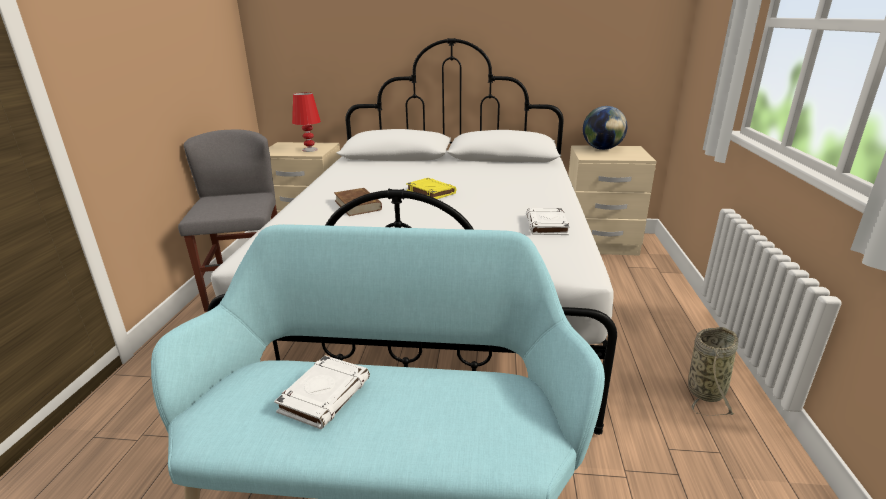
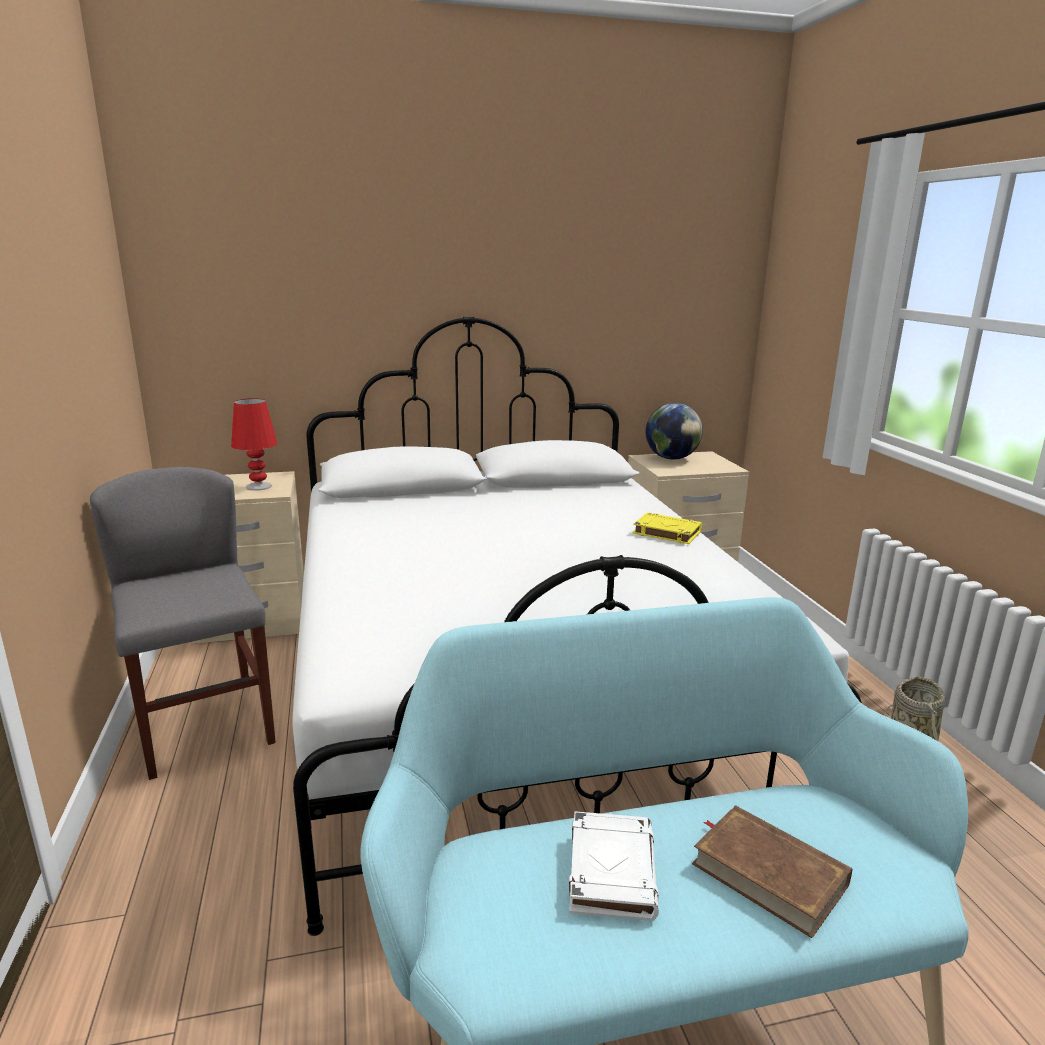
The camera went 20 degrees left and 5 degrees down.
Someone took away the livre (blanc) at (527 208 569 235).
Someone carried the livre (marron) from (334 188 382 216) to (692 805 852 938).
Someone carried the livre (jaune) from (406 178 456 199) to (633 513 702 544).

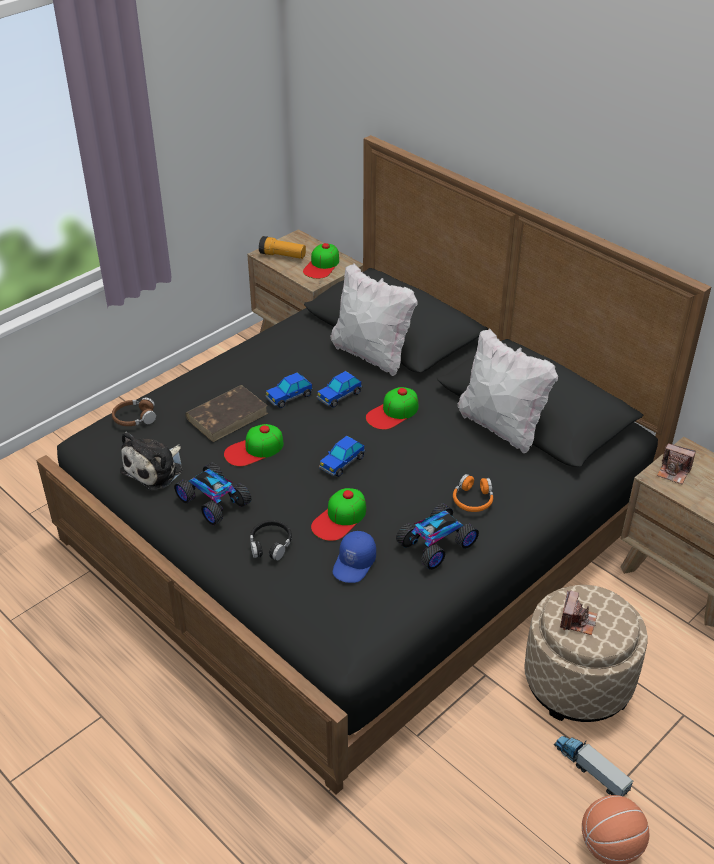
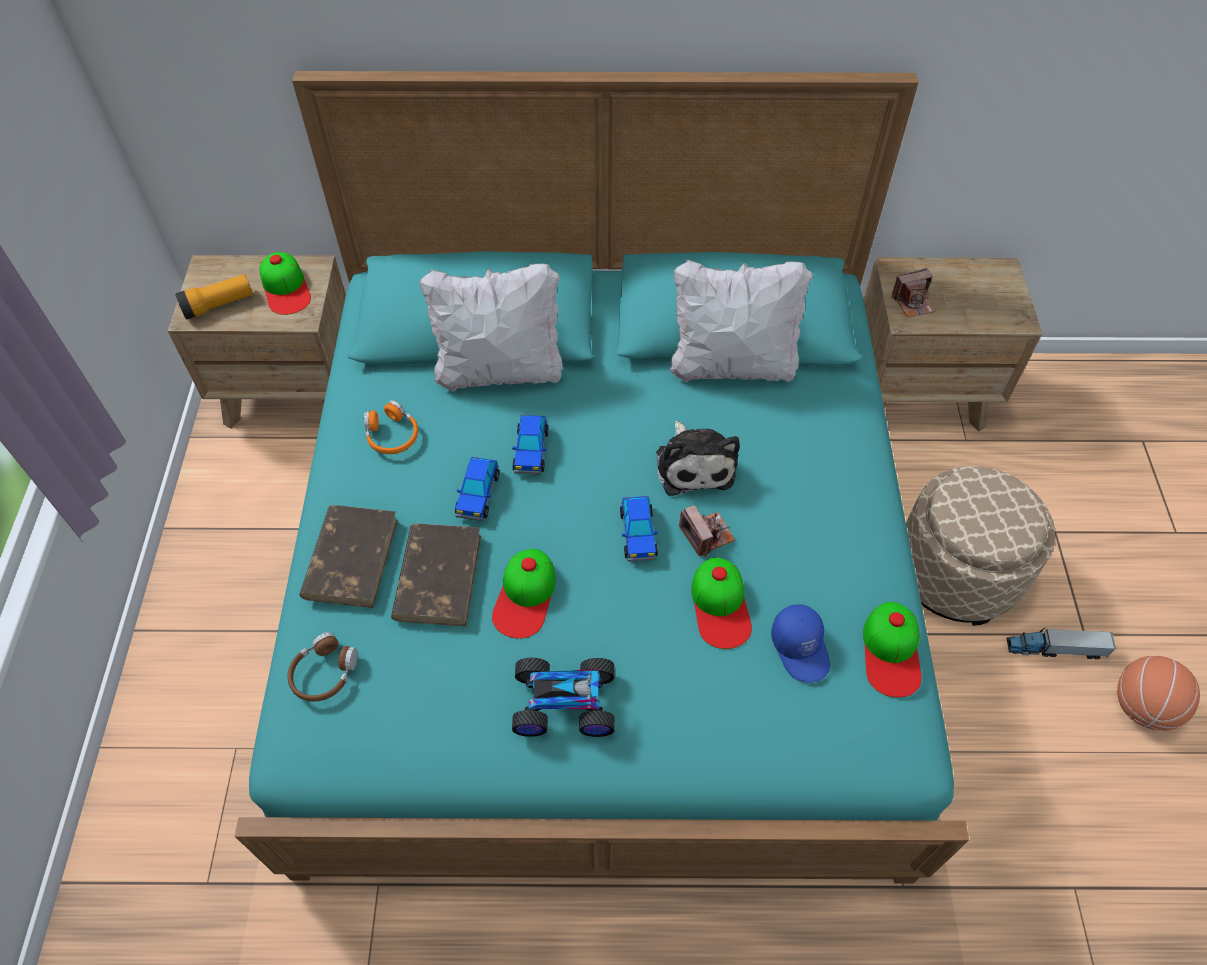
The camera went 45 degrees left and 15 degrees up.
Someone took away the casque audio (noir) at (250 520 292 561).
Someone took away the petite voiture at (396 503 479 570).
Someone put down the livre (marron) at (299 505 398 608).
Someone carried the peluche from (120 431 183 490) to (656 421 740 496).
Someone carried the casquette from (366 387 418 430) to (863 602 922 698).
Someone carried the casque audio (orange) from (453 474 493 512) to (364 400 418 454).
Someone carried the appareil photo from (560 590 597 635) to (679 505 735 557).
Someone repainted the lit (noir) at (36 135 711 794), which became the lit (turquoise) at (235 71 969 884).

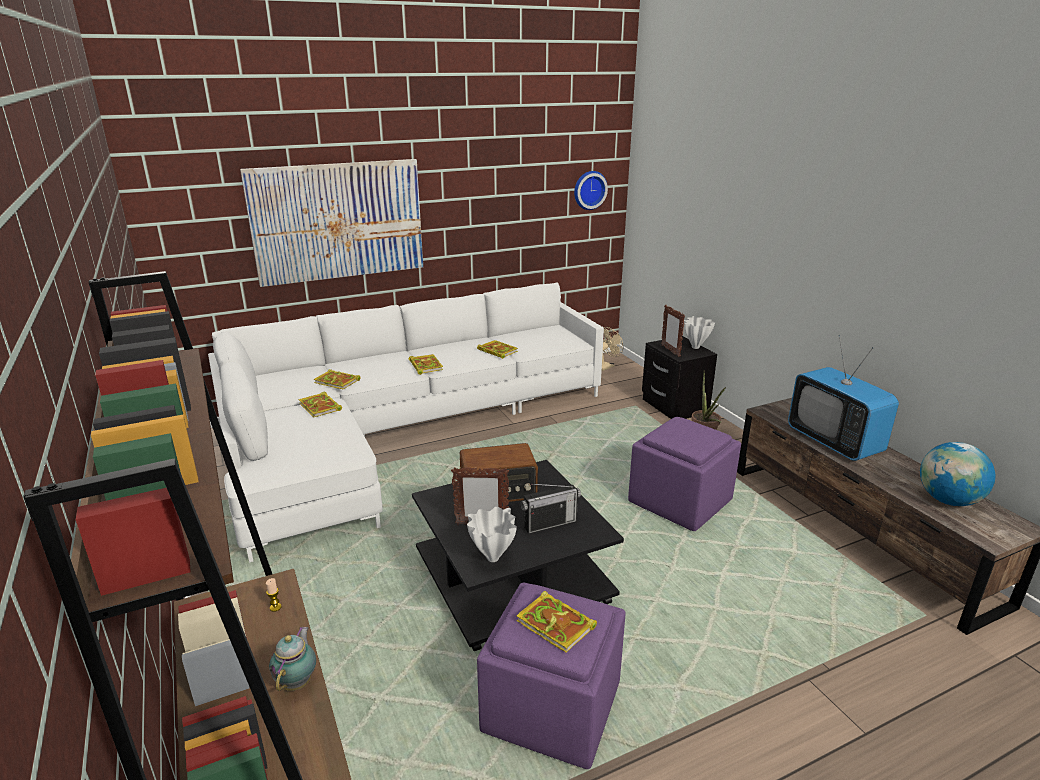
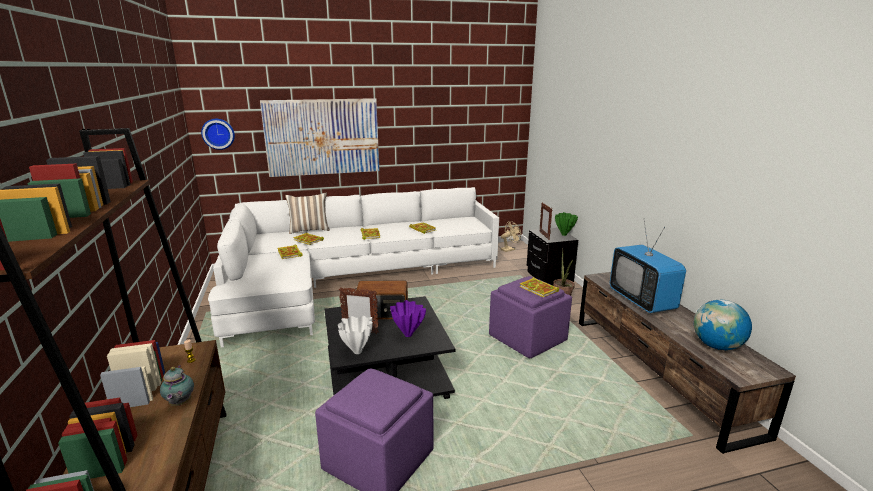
The camera went 10 degrees right and 5 degrees down.
Someone put down the coussin at (285 193 330 234).
Someone carried the livre from (516 591 597 653) to (519 277 559 297).
Someone carried the horloge murale from (574 171 608 210) to (201 119 235 150).
Someone swapped the radio at (521 484 581 534) for the vase (violet) at (390 300 426 337).
Someone repainted the vase (blanc) at (684 316 715 349), which became the vase (vert) at (555 212 578 236).
Someone rotated the théière at (269 627 316 691) by 150 degrees clockwise.

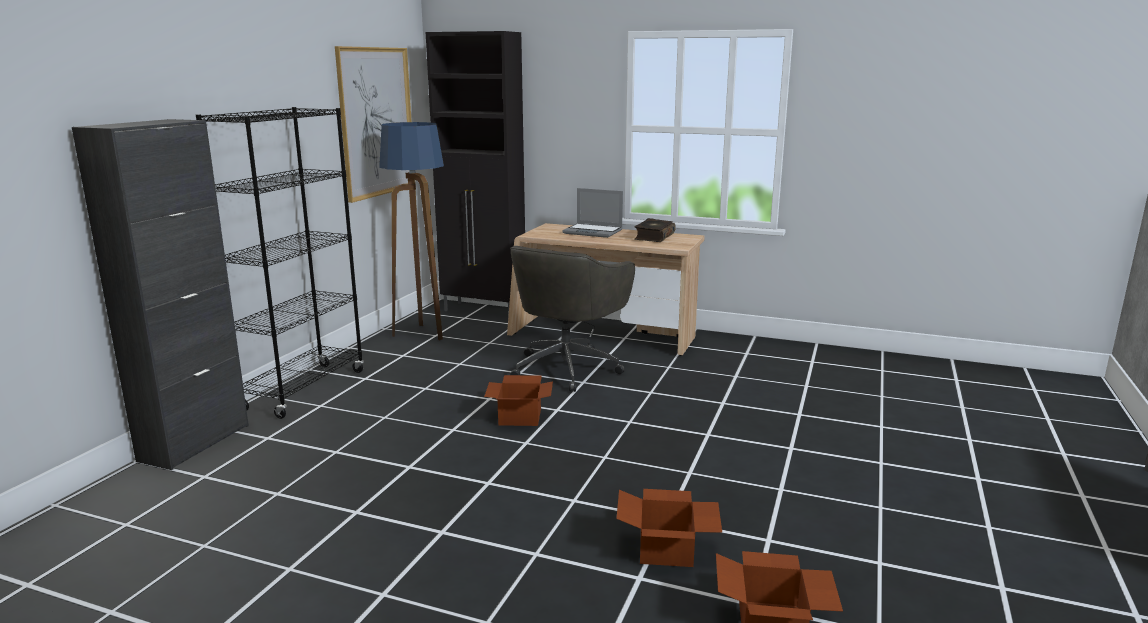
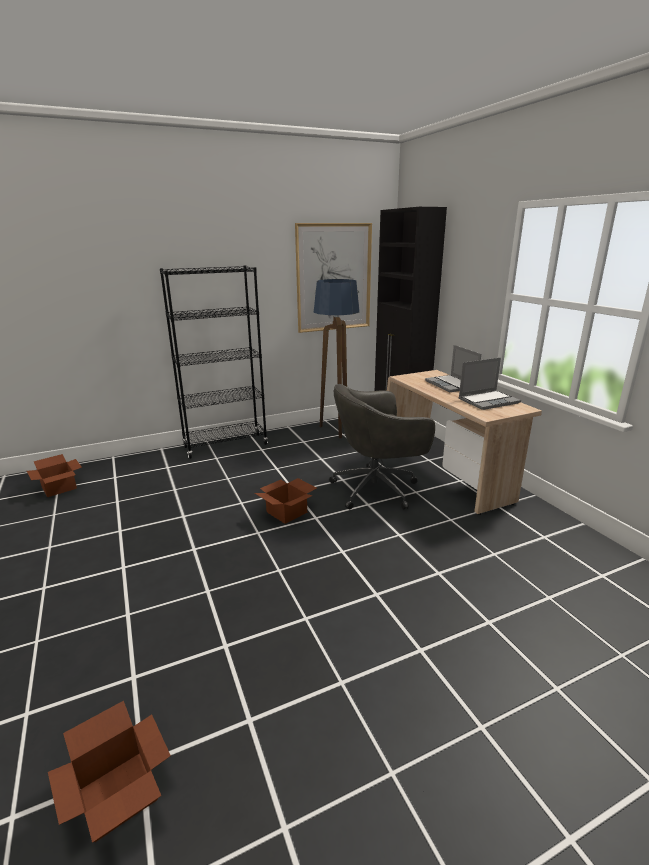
The camera went 45 degrees right and 5 degrees up.
Someone took away the meuble de rangement (noir) at (72 119 249 470).
Someone carried the carton from (616 489 722 567) to (27 454 82 497).
Someone swapped the livre at (634 218 676 242) for the ordinateur portable at (458 357 521 410).

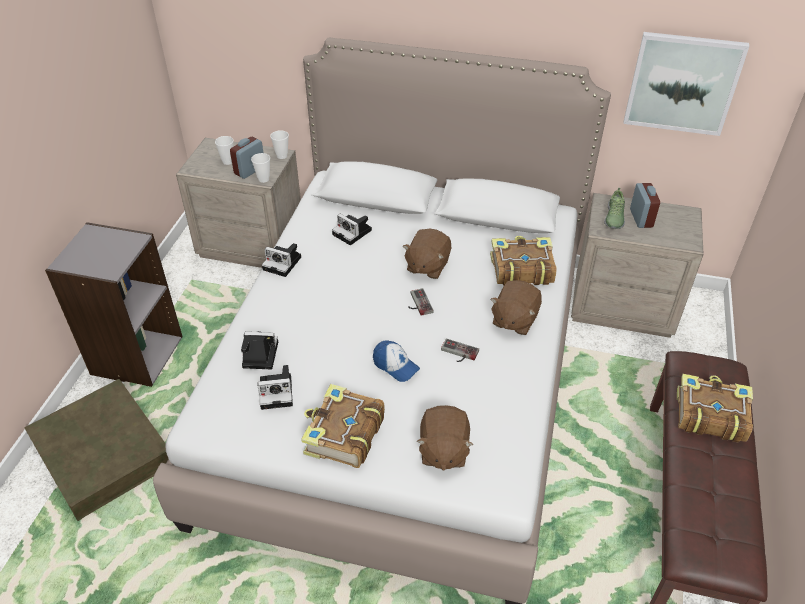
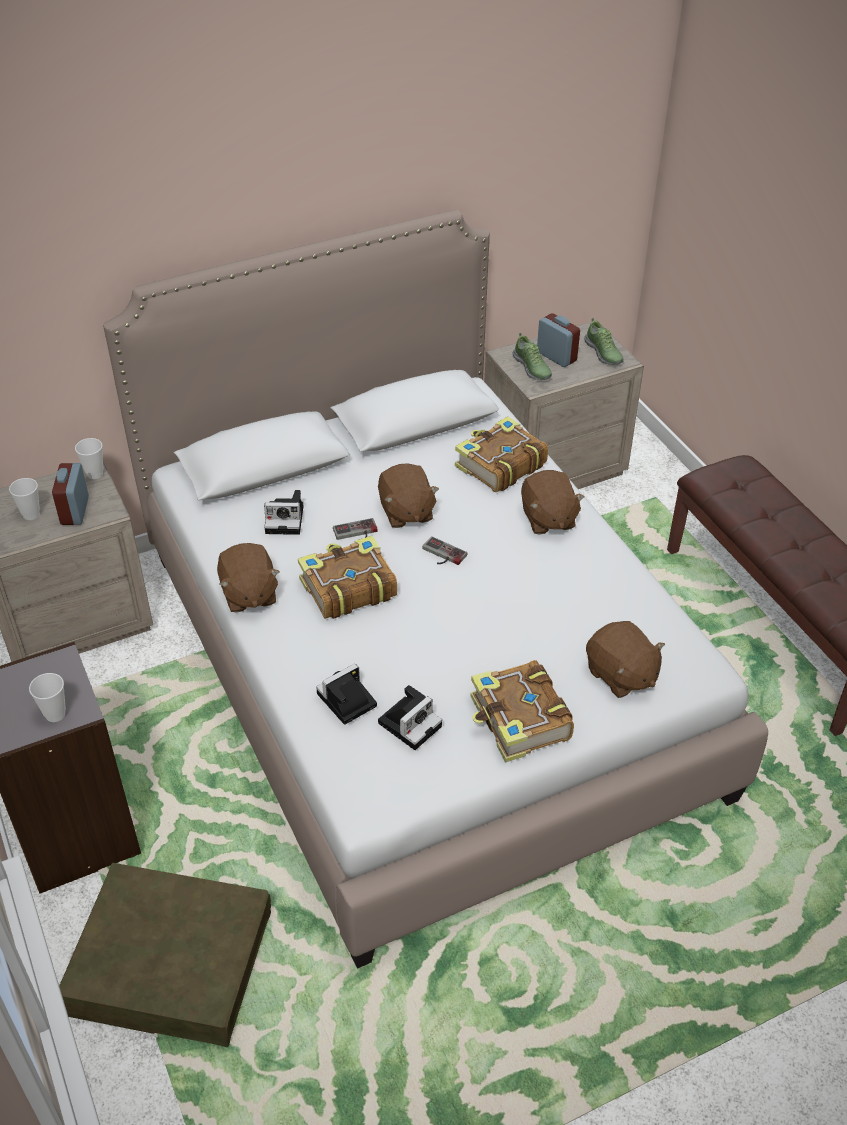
The camera went 40 degrees left and 0 degrees up.
Someone took away the casquette at (373 340 420 382).
Someone took away the tableau at (623 32 749 136).
Someone put down the chaussure at (584 318 624 365).
Someone carried the tasse from (251 153 270 183) to (29 673 66 722).
Someone carried the manette from (441 339 479 362) to (333 518 378 540).
Someone carried the livre from (677 374 753 443) to (298 535 397 619).
Someone swapped the appareil photo at (262 243 301 277) for the peluche (marron) at (217 543 279 613).

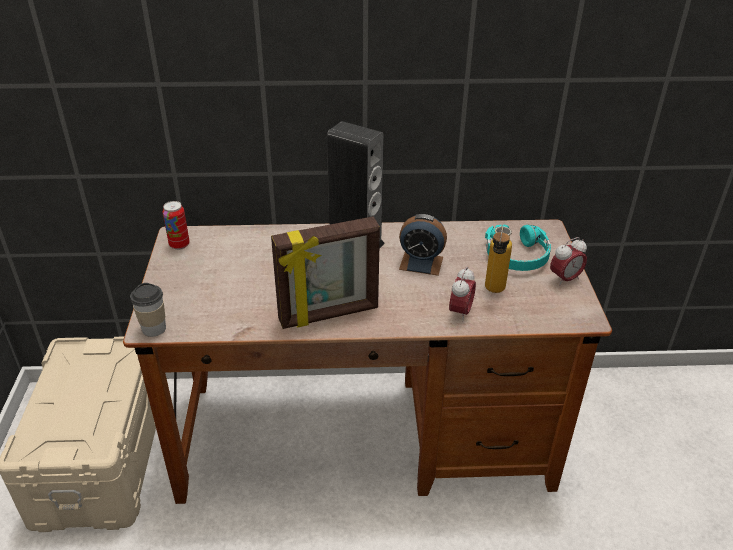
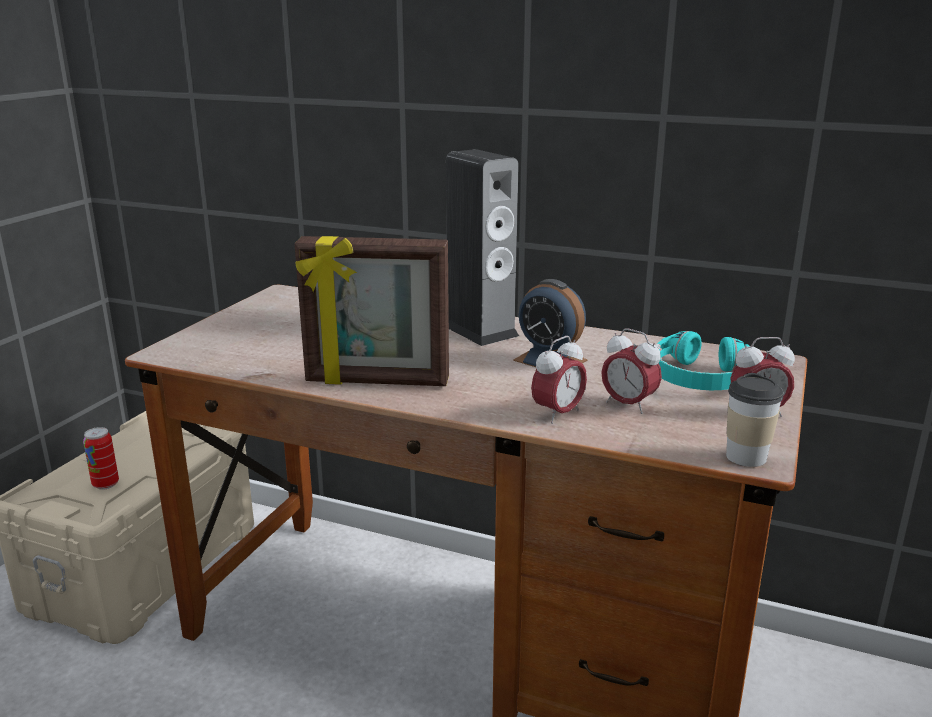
The camera went 25 degrees right and 15 degrees down.
Someone carried the tasse from (130 283 166 337) to (726 373 783 467).
Someone carried the boîte métallique from (163 201 190 250) to (83 427 119 490).
Someone swapped the bouteille at (485 226 512 293) for the réveil at (601 328 662 414).

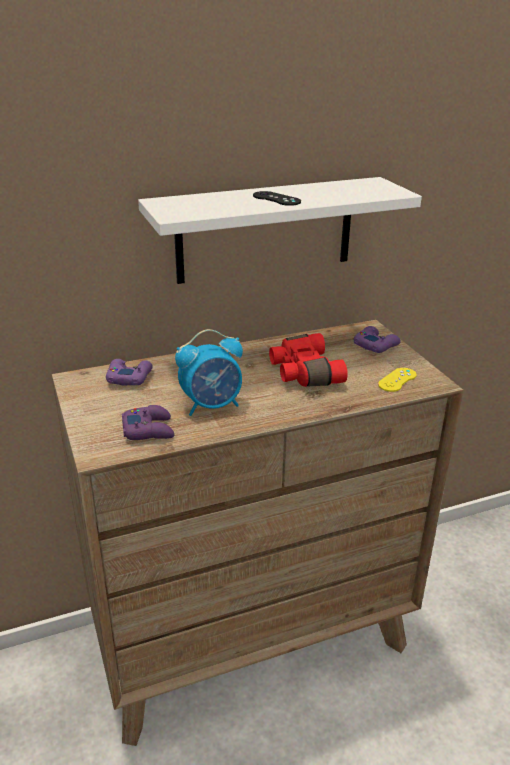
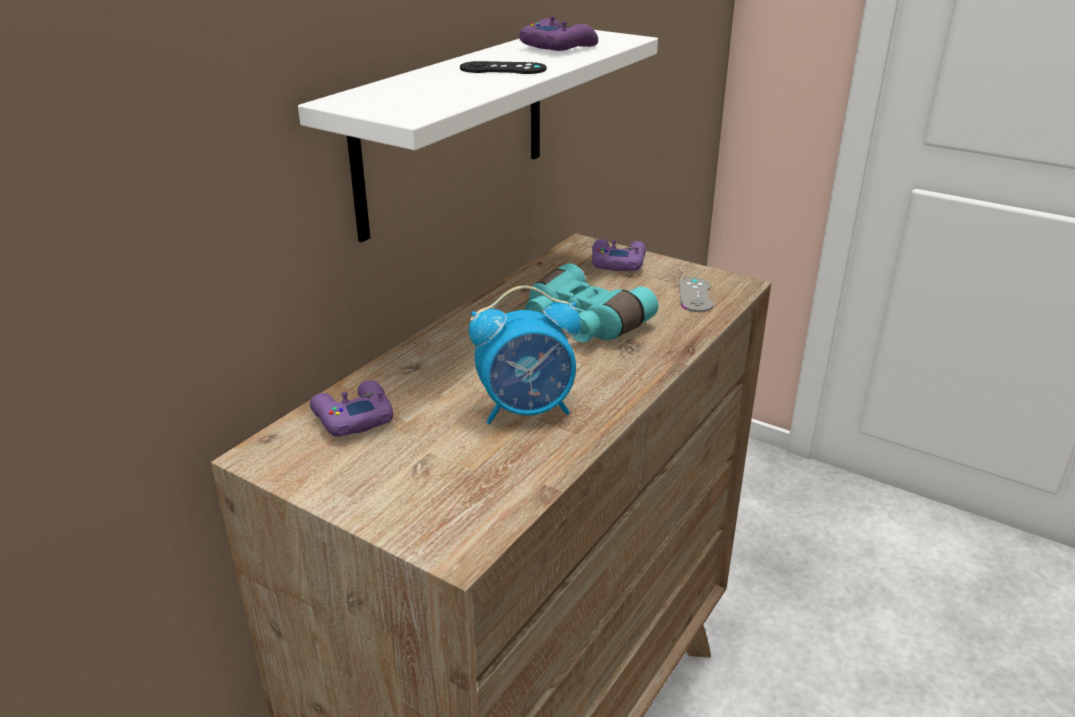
The camera went 35 degrees left and 0 degrees up.
Someone carried the manette (violet) from (122 405 174 440) to (519 16 598 51).
Someone repainted the jumelles (rouge) at (269 333 348 387), which became the jumelles (turquoise) at (525 263 658 342).
Someone repainted the manette (jaune) at (378 368 417 392), which became the manette (gris) at (679 278 714 312).
Someone rotated the réveil at (175 329 243 416) by 45 degrees clockwise.

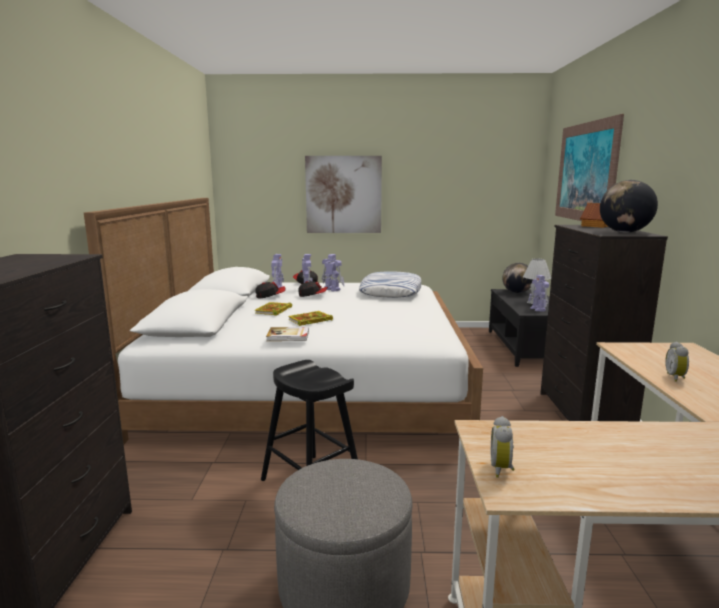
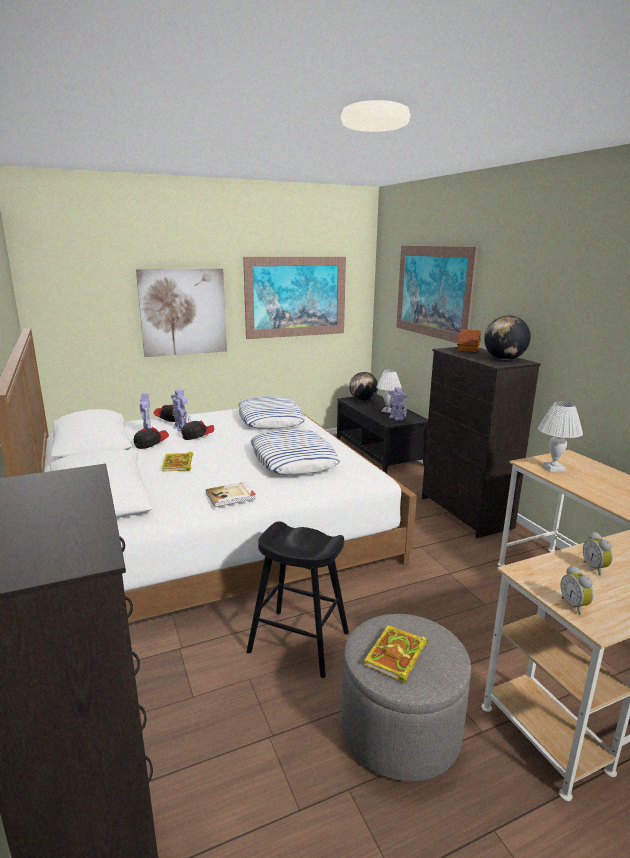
The camera went 25 degrees left and 5 degrees up.
Someone took away the robot jouet at (322 254 344 291).
Someone put up the tableau at (243 257 346 339).
Someone put down the coussin at (251 429 340 475).
Someone put down the lampe de table (blanc) at (538 402 583 472).
Someone carried the livre from (288 311 333 326) to (364 625 428 683).
Someone carried the réveil from (665 342 689 382) to (583 532 613 575).

